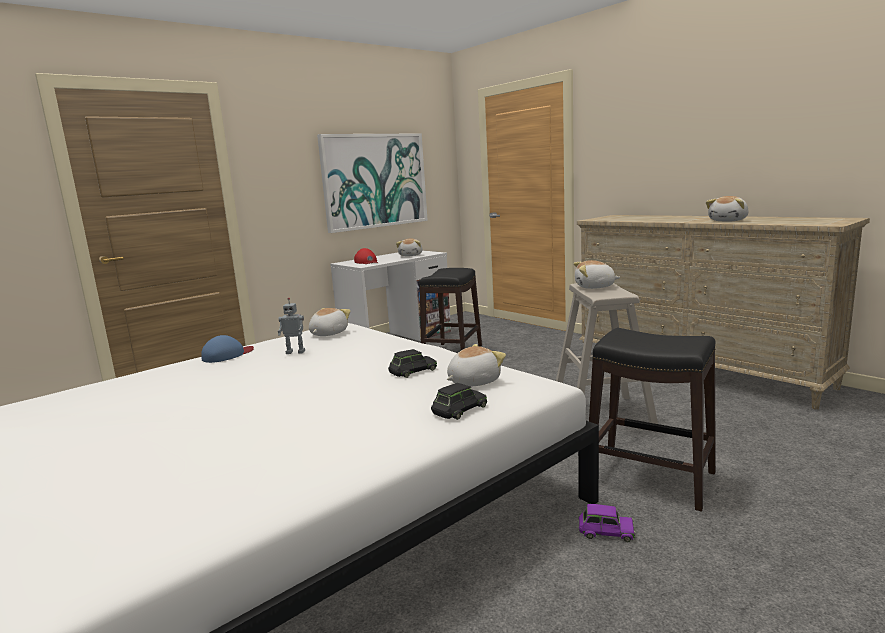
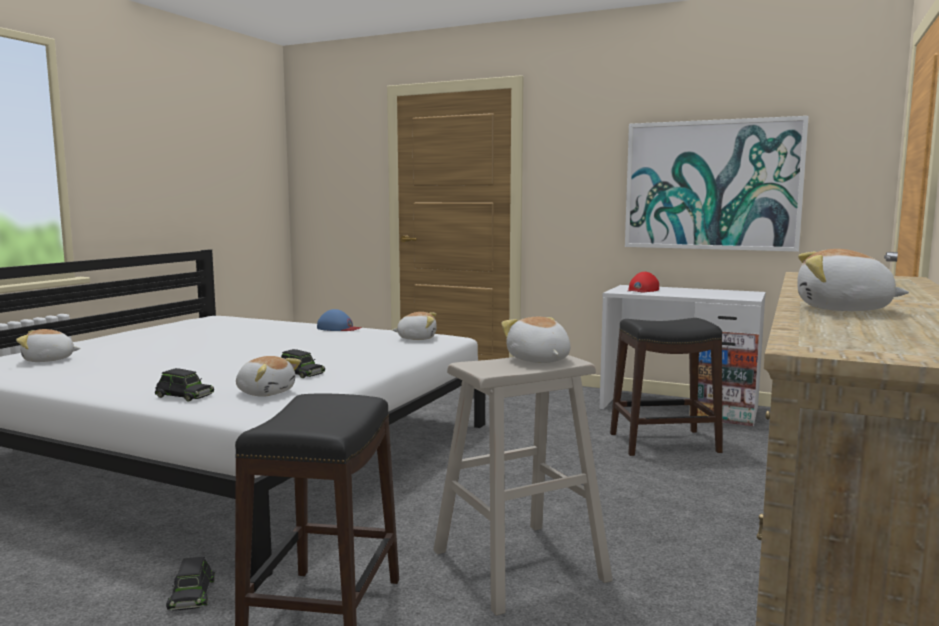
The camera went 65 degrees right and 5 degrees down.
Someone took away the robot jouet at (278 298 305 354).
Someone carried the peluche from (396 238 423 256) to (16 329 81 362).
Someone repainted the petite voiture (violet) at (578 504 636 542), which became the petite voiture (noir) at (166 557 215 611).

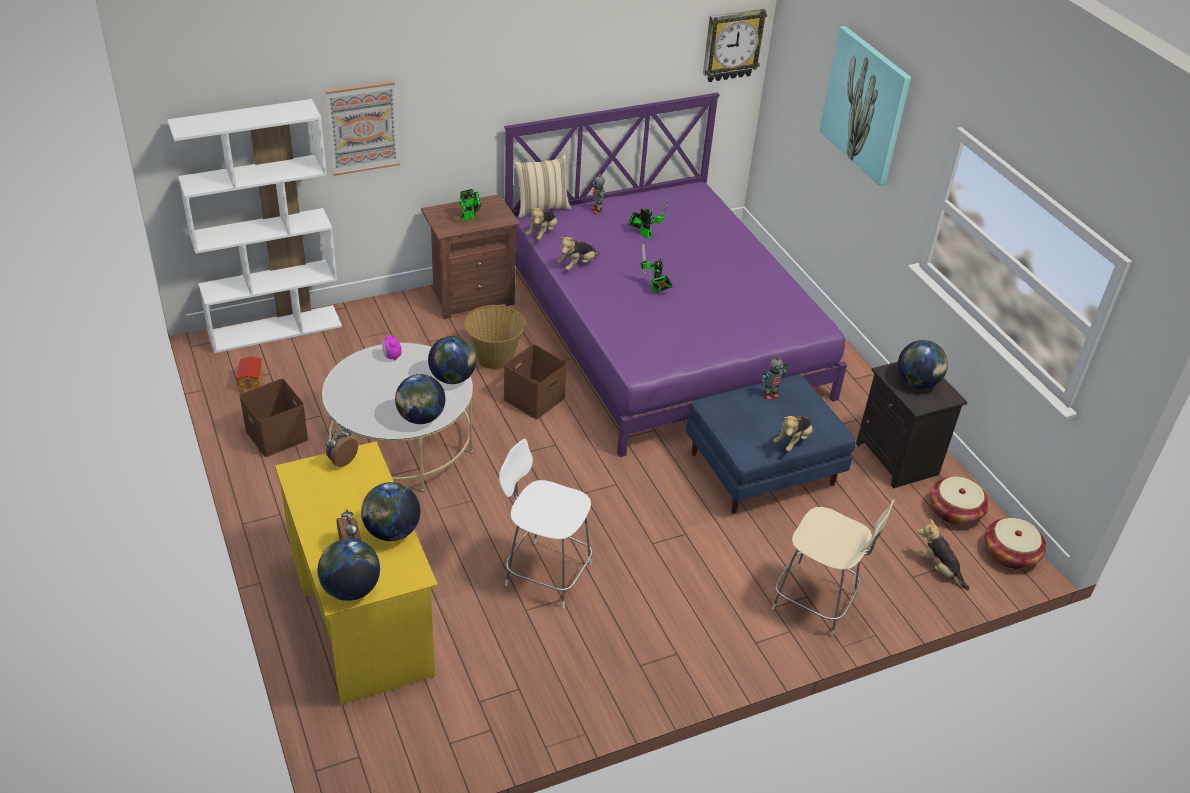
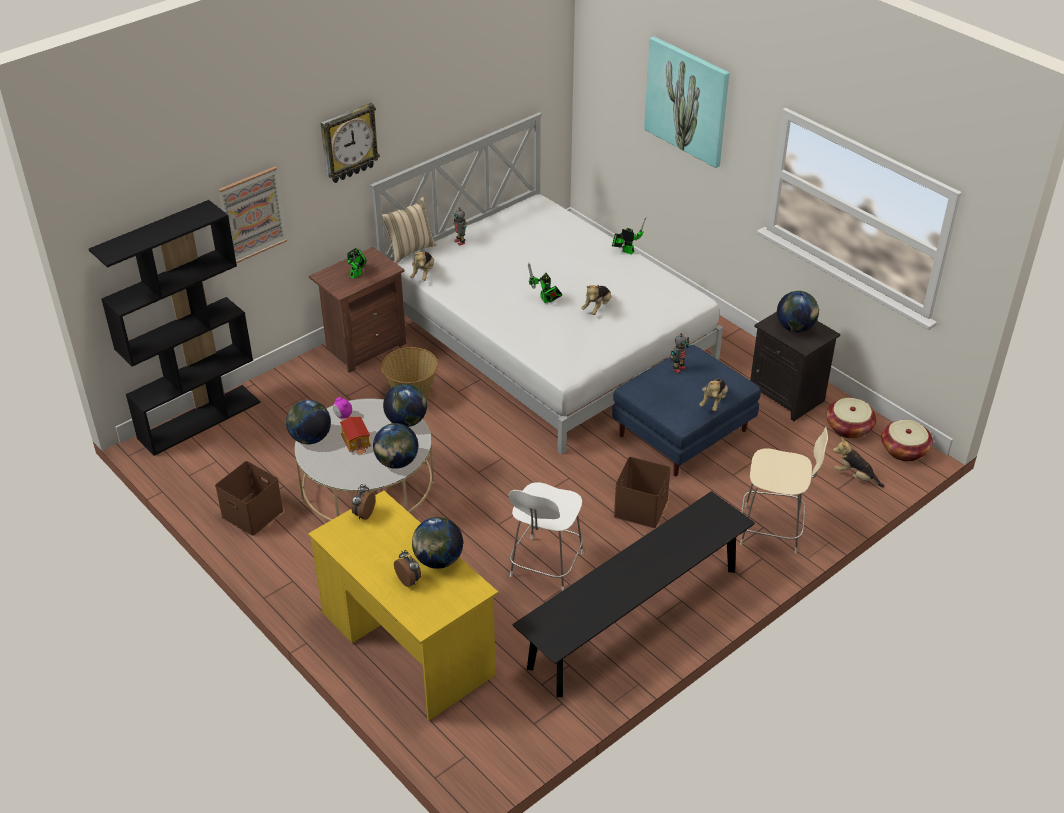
The camera went 15 degrees left and 0 degrees up.
Someone put down the banc (noir) at (512 491 755 697).
Someone carried the maison miniature from (236 356 264 391) to (340 417 371 454).
Someone carried the globe from (318 538 380 601) to (286 400 331 444).
Someone carried the boîte de rangement (marron) from (503 344 567 419) to (614 457 671 528).
Someone carried the peluche from (558 237 600 270) to (581 285 611 315).
Someone carried the robot jouet from (628 201 668 239) to (612 218 646 255).
Someone carried the horloge murale from (703 9 767 82) to (320 103 380 183).
Someone repainted the bibliothèque (blanc) at (167 99 342 353), which became the bibliothèque (noir) at (89 200 260 456).
Someone repainted the lit (violet) at (504 93 847 457), which became the lit (blanc) at (371 112 723 454).
Someone rotated the chaise (blanc) at (499 439 593 608) by 75 degrees counterclockwise.

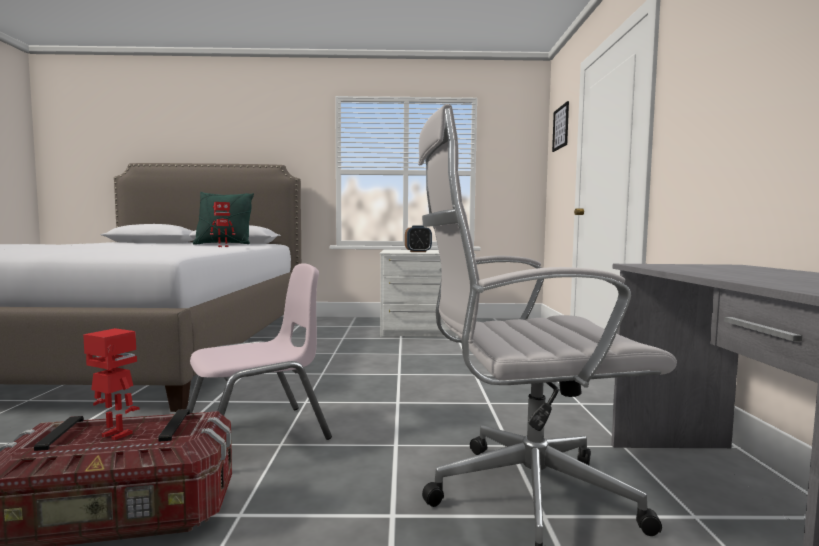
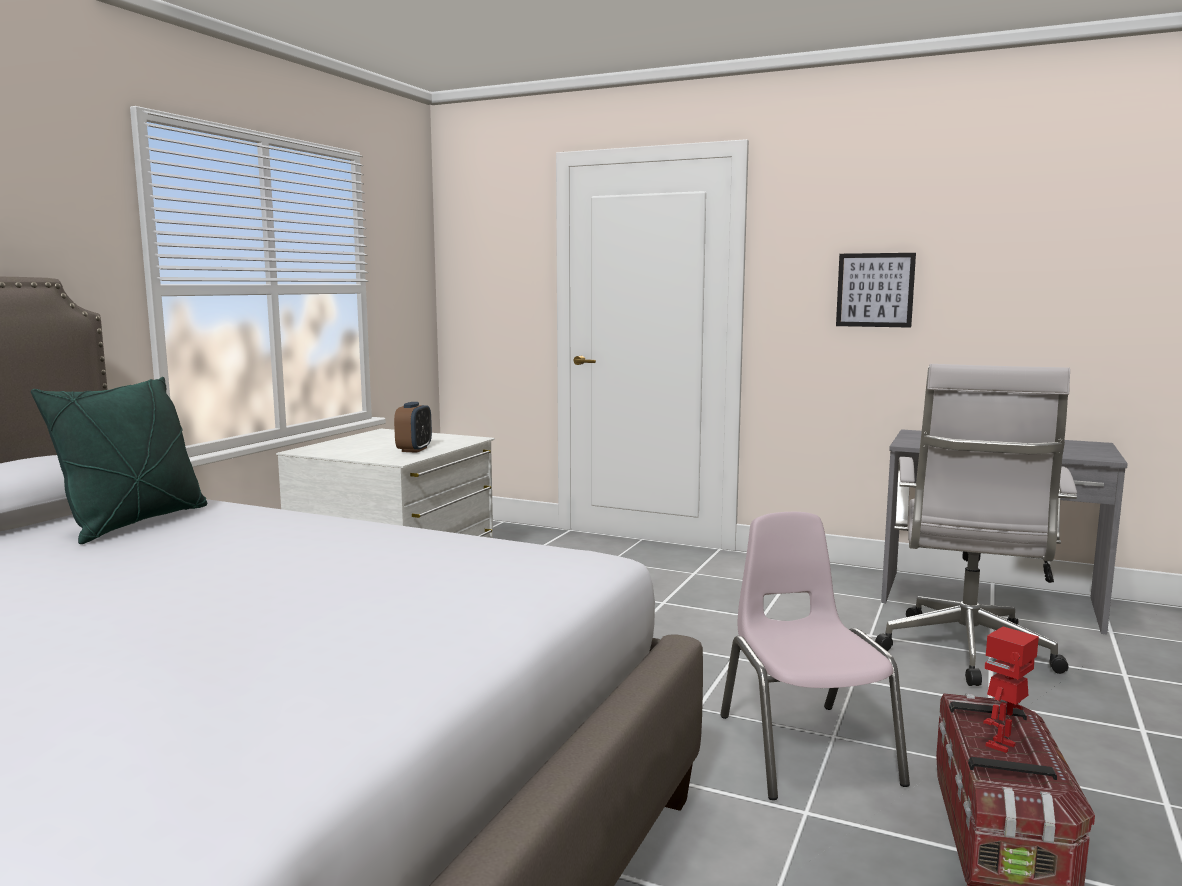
The camera went 65 degrees left and 5 degrees up.
Someone took away the robot jouet at (210 202 235 247).
Someone carried the tableau from (552 101 569 152) to (836 253 916 328).

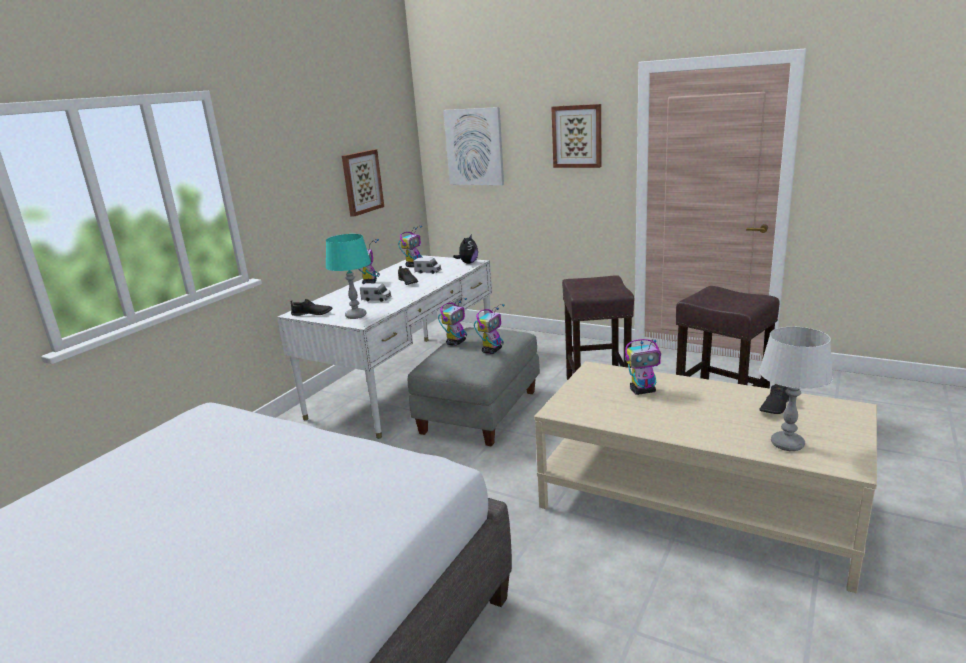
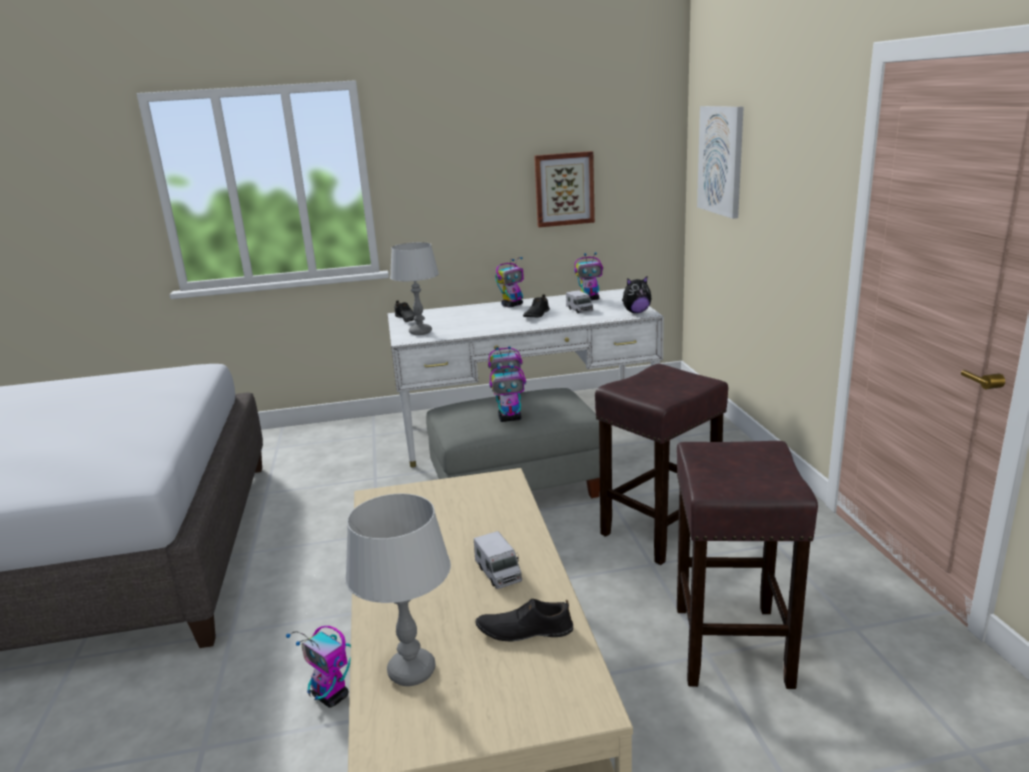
The camera went 50 degrees right and 0 degrees up.
Someone took away the tableau at (551 104 602 168).
Someone carried the camion jouet from (360 283 392 302) to (474 531 522 589).
Someone carried the robot jouet from (625 339 661 395) to (286 626 351 708).
Someone repainted the lampe de table (turquoise) at (326 234 371 319), which became the lampe de table (gris) at (390 242 439 335).

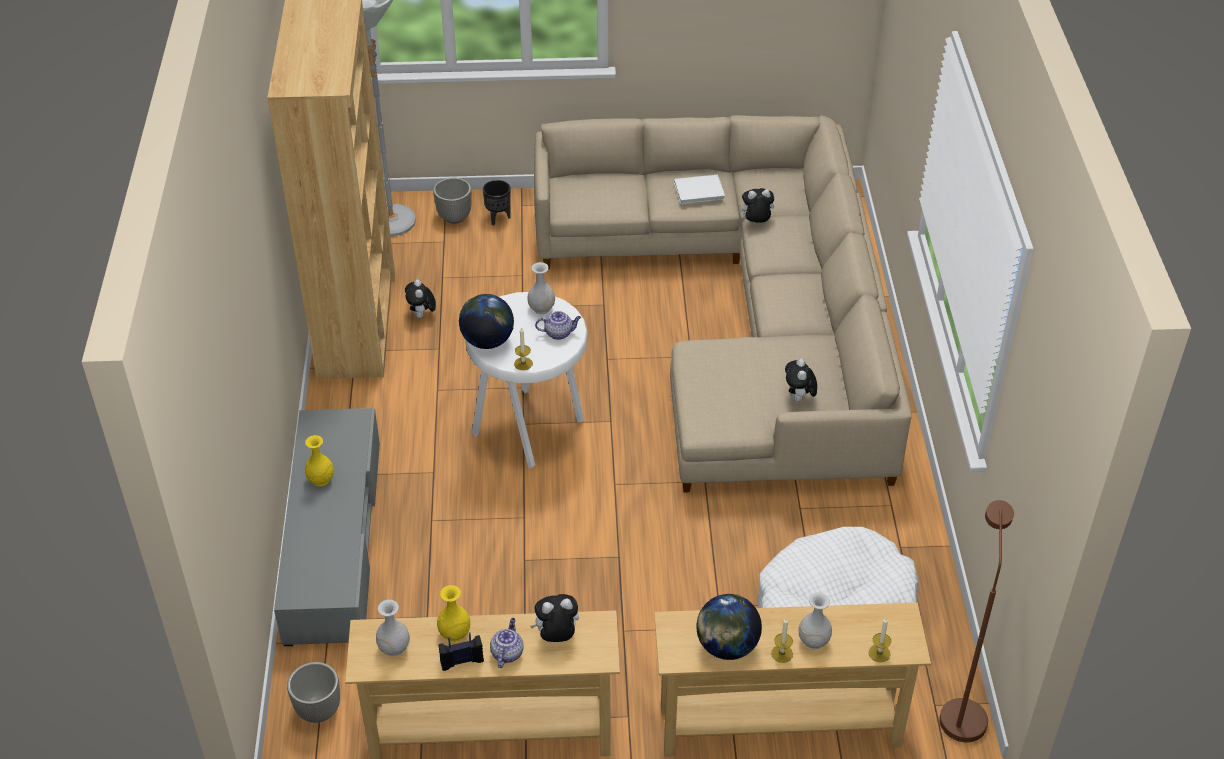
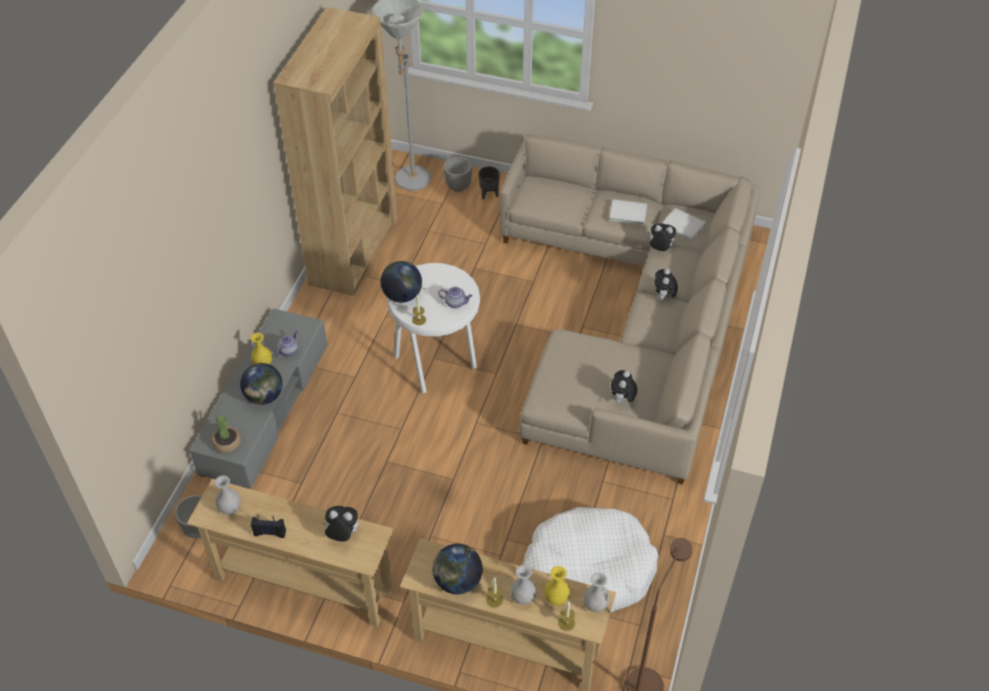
The camera went 20 degrees right and 5 degrees up.
Someone put down the plante en pot at (211 415 241 453).
Someone put down the globe at (240 363 283 405).
Someone put down the livre (blanc) at (662 208 706 240).
Someone carried the peluche from (405 279 436 318) to (654 269 678 300).
Someone carried the vase (jaune) from (437 585 470 642) to (544 566 570 606).
Someone carried the théière from (490 618 524 668) to (276 331 298 358).
Someone carried the vase (blanc) from (527 262 555 314) to (583 573 610 612).

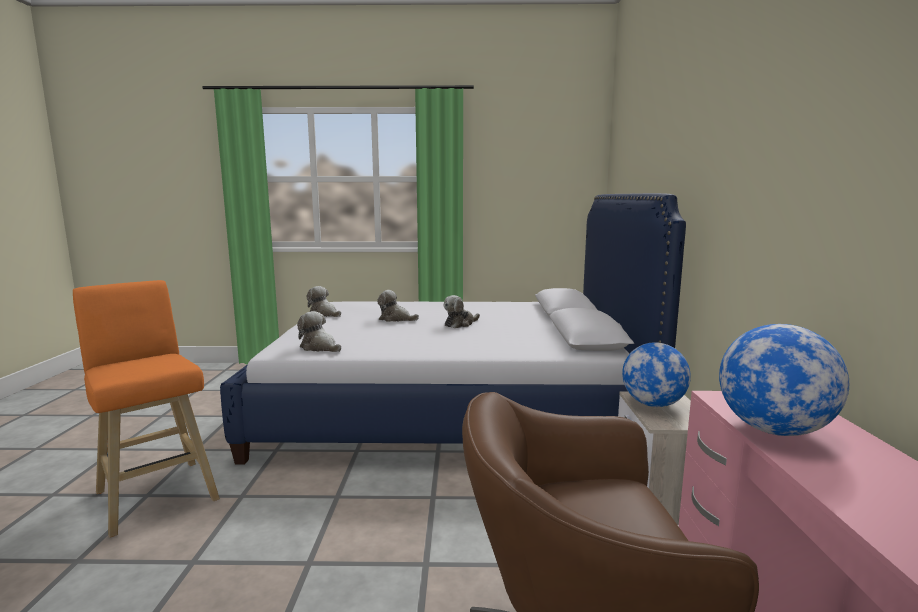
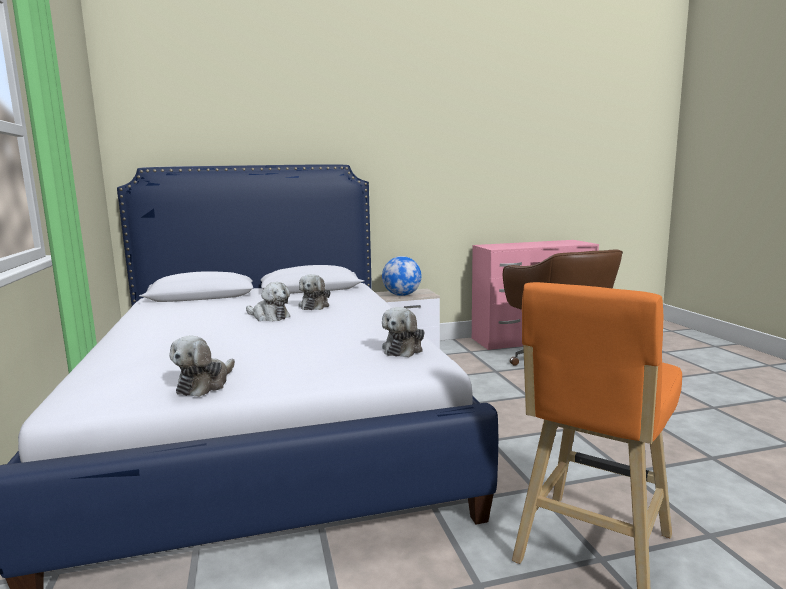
The camera went 105 degrees left and 0 degrees up.
Someone took away the globe at (719 324 849 436).
Someone carried the peluche from (377 290 419 322) to (298 274 330 310).

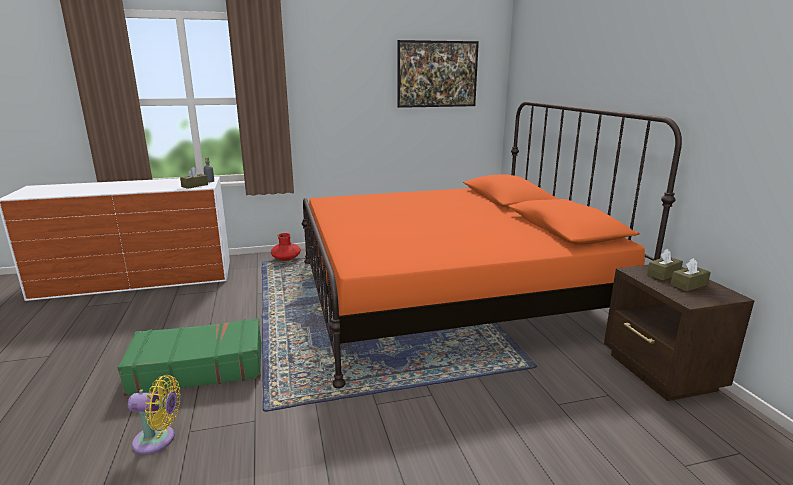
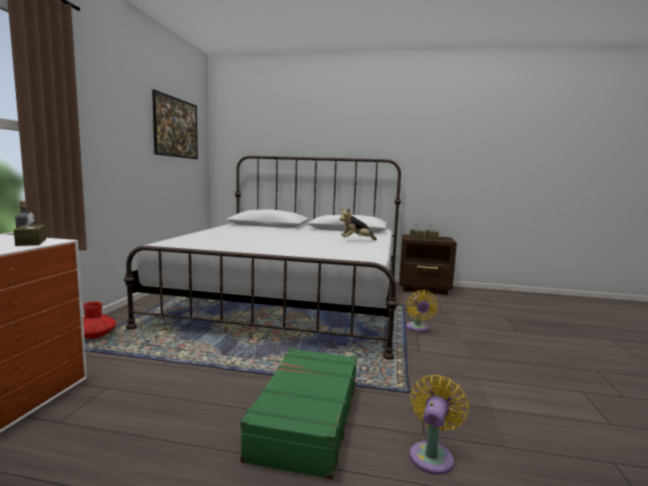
The camera went 65 degrees left and 10 degrees down.
Someone put down the peluche at (340 208 377 240).
Someone put down the ventilateur (jaune) at (406 290 438 332).
Someone repainted the lit (orange) at (302 101 682 388), which became the lit (blanc) at (124 156 401 360).

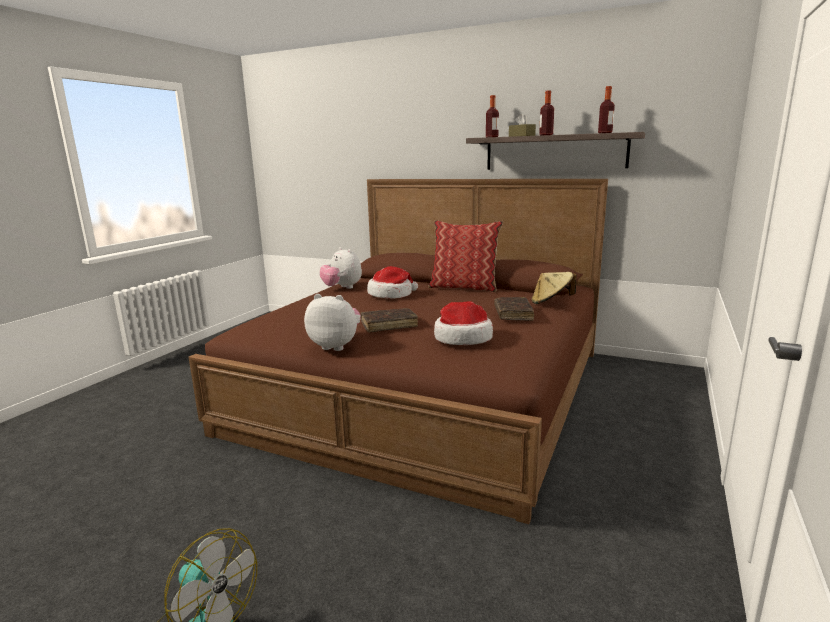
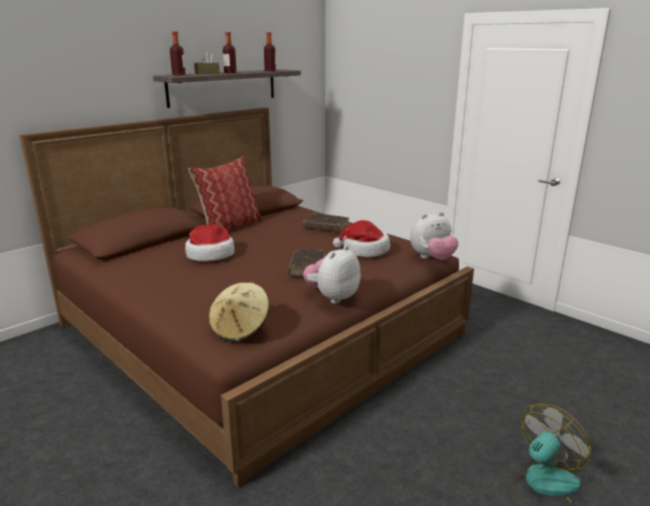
The camera went 70 degrees left and 5 degrees up.
Someone carried the peluche from (320 247 362 289) to (410 212 459 260).
Someone carried the chapeau (beige) from (532 272 577 304) to (209 282 269 342).

